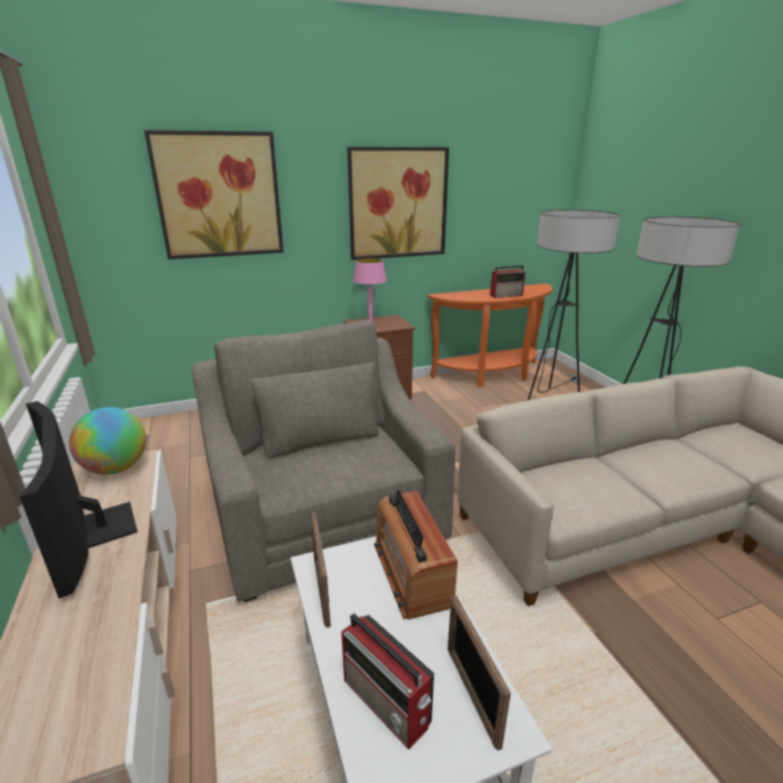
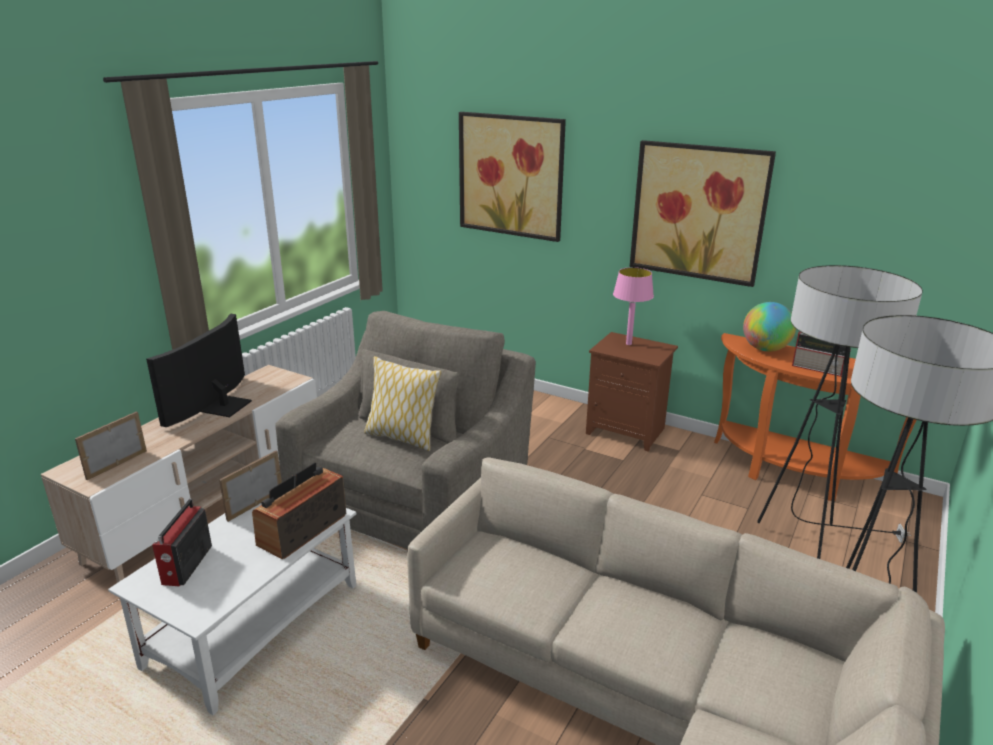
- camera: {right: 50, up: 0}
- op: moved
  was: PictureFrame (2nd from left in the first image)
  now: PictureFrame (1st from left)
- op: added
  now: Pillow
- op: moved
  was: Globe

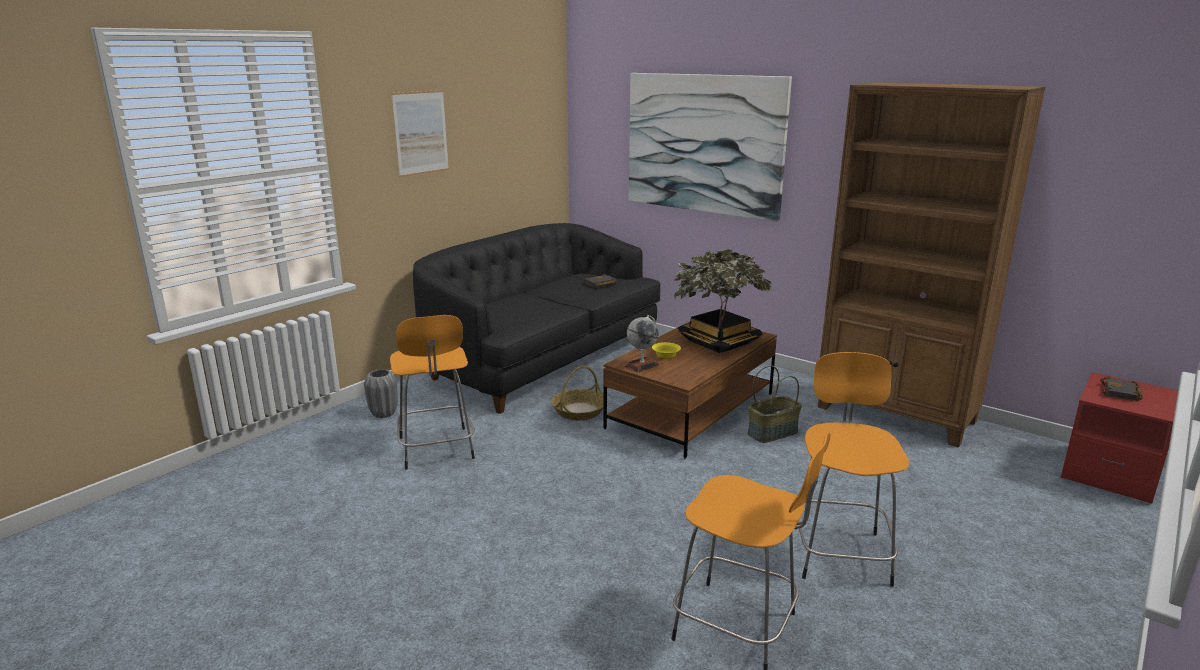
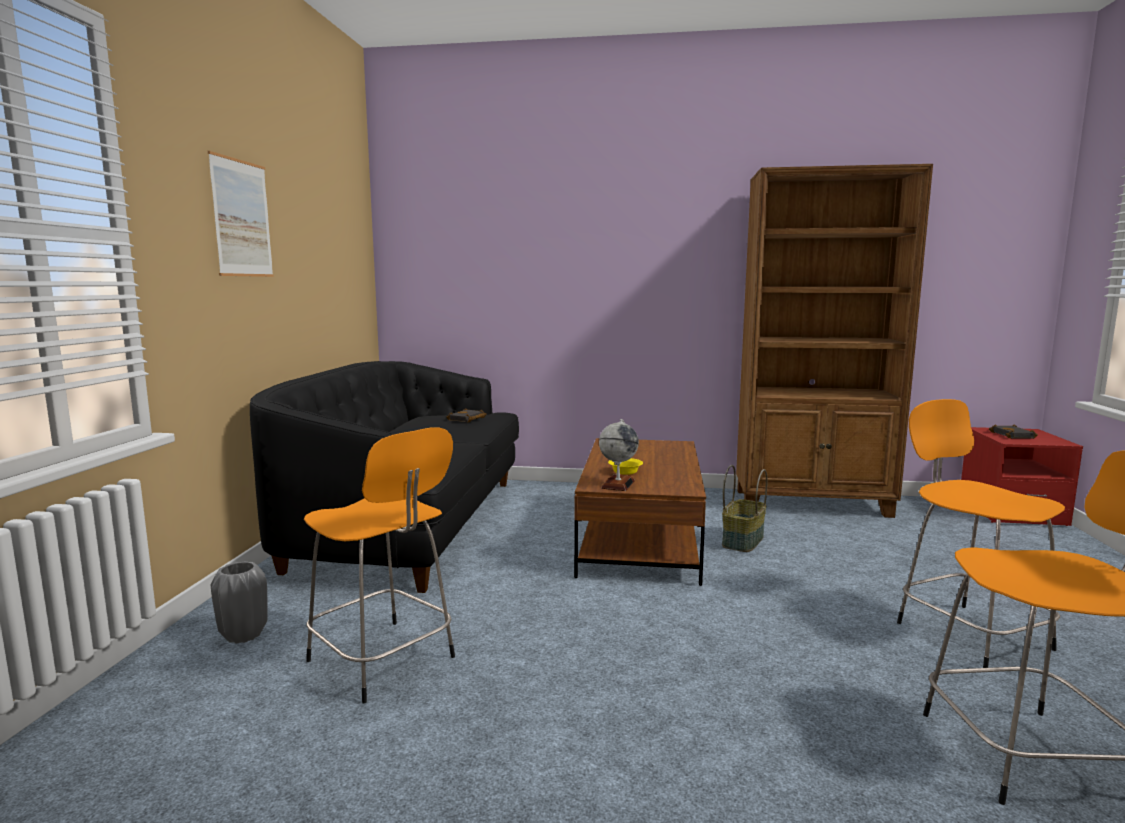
- camera: {right: -30, up: -10}
- op: removed
  was: Basket (1st from left)
- op: removed
  was: Picture (2nd from left)
- op: removed
  was: PottedPlant

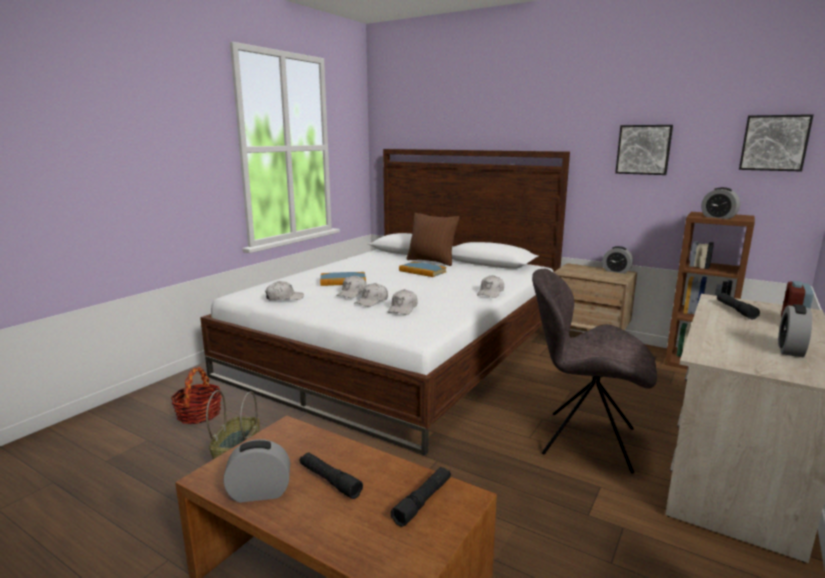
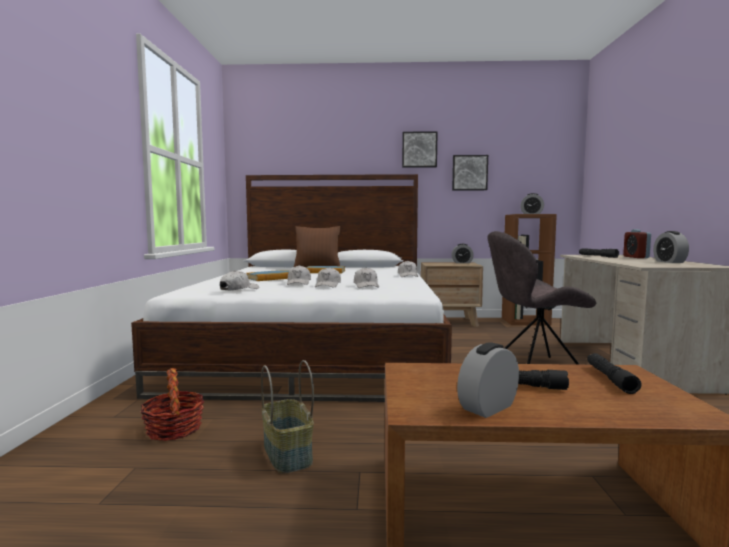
- camera: {right: -30, up: -10}
- op: moved
  was: Picture (2nd from left in the first image)
  now: Picture (1st from left)

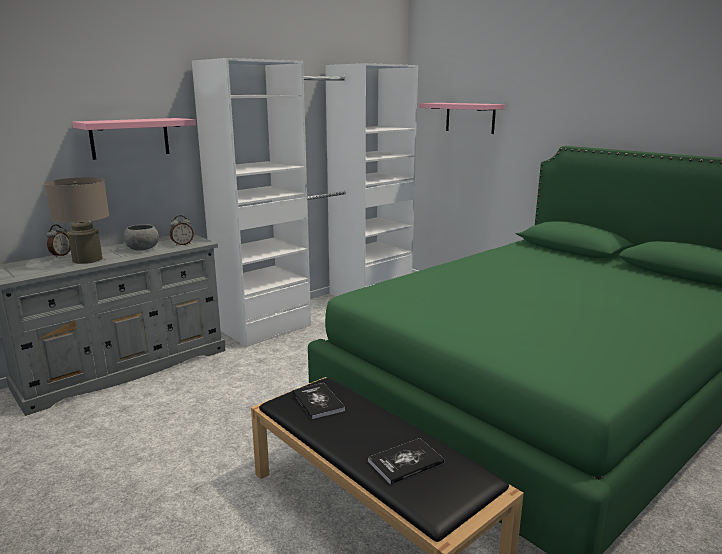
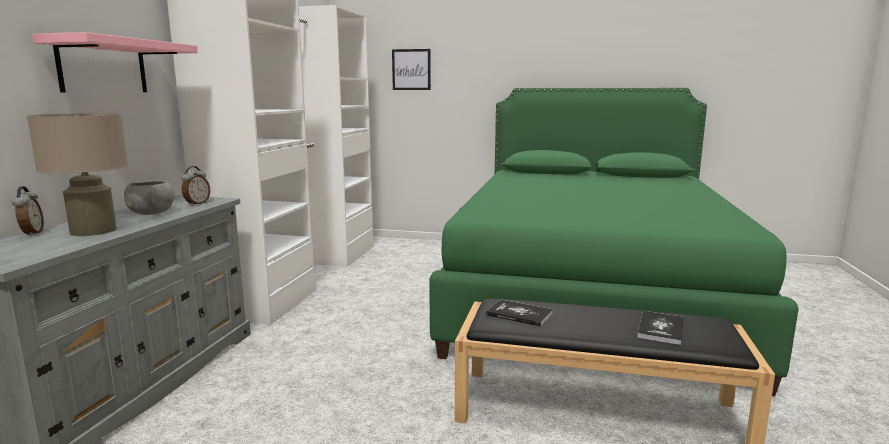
- camera: {right: -35, up: -5}
- op: replaced
  was: PinkShelf (2nd from left)
  now: Picture

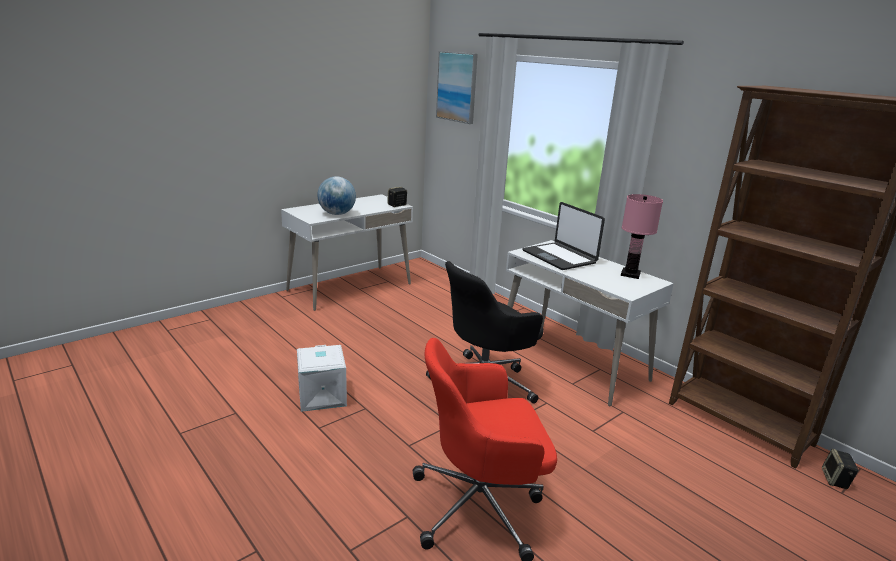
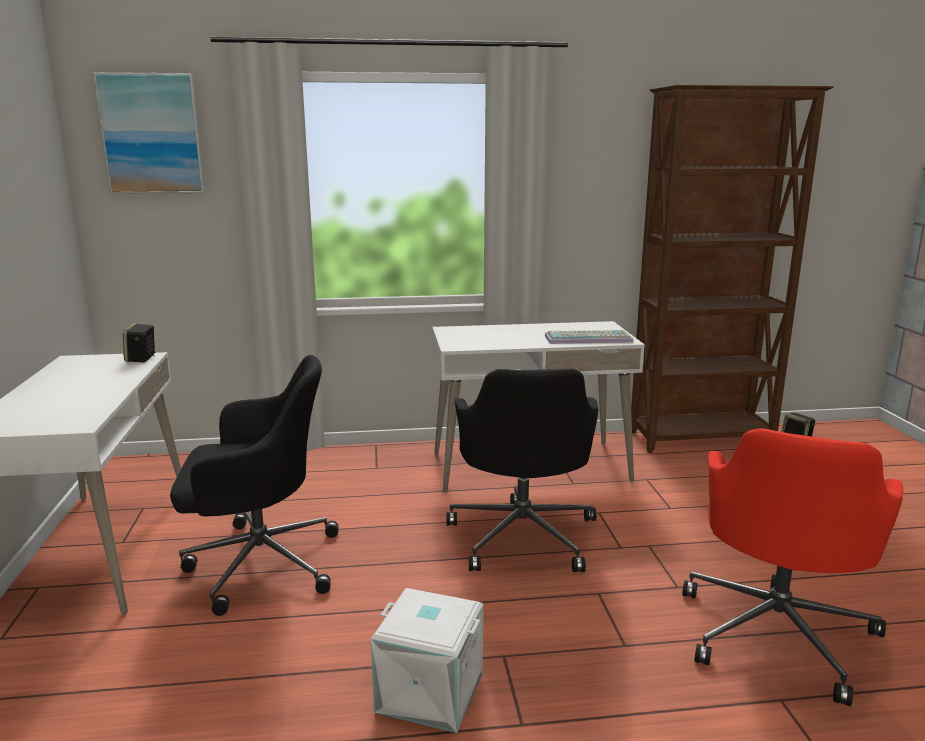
- camera: {right: -55, up: -5}
- op: added
  now: BlackOfficeChair (1st from left)
- op: added
  now: Keyboard
- op: removed
  was: Globe
- op: removed
  was: Laptop
- op: removed
  was: PinkTableLamp

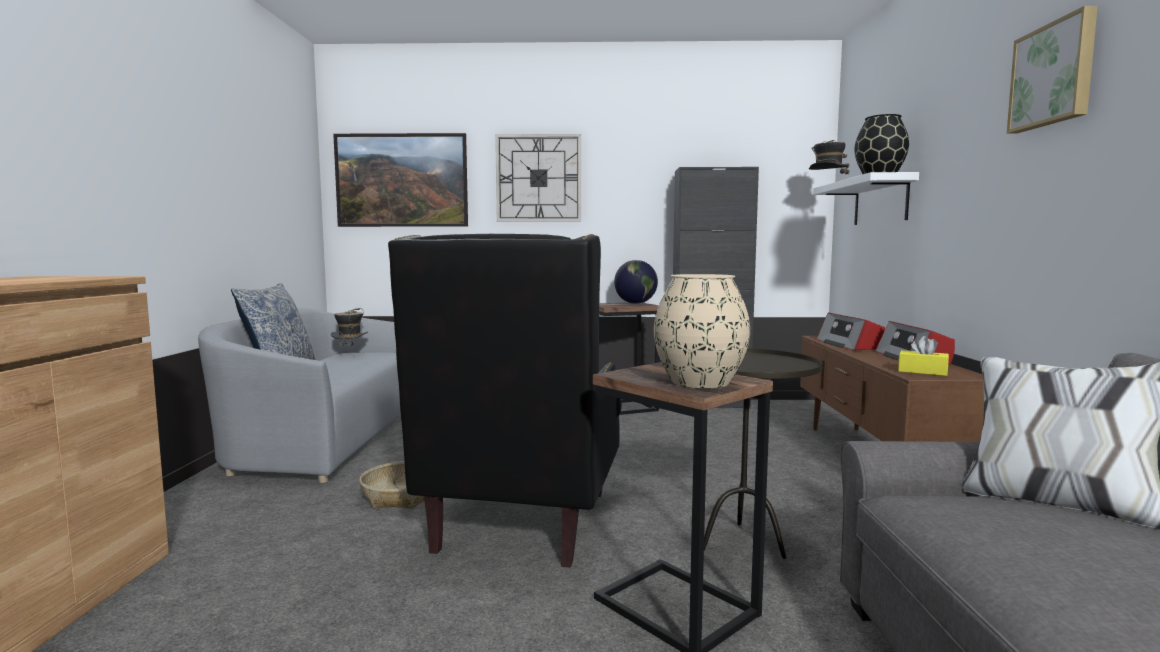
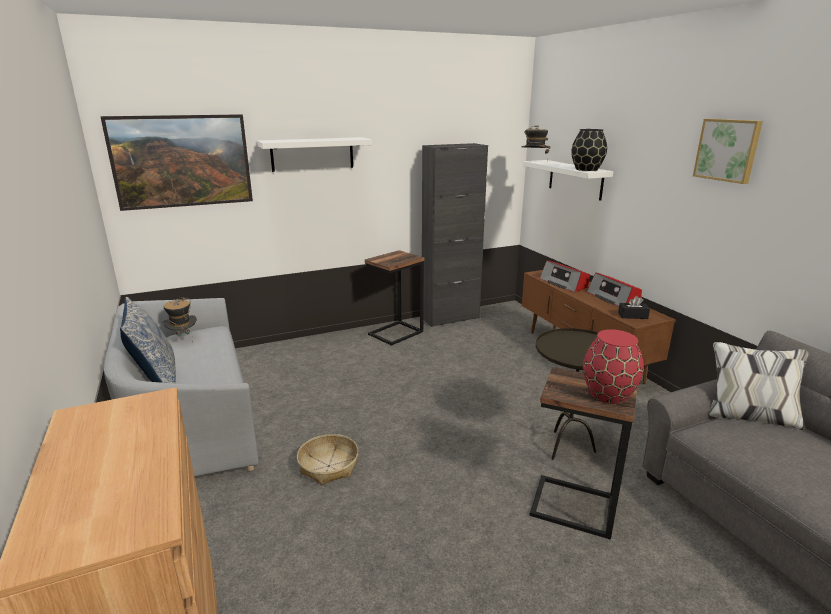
- camera: {right: -25, up: 15}
- op: replaced
  was: WallClock
  now: WhiteShelf (1st from left)
- op: recoloured
  was: BeigeVase
  now: RedVase
- op: recoloured
  was: YellowTissueBox
  now: BlackTissueBox
- op: removed
  was: BlackArmchair
- op: removed
  was: Globe

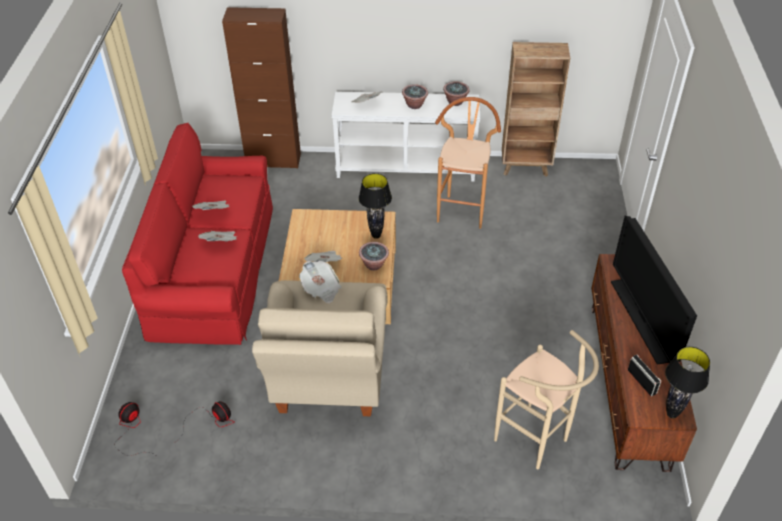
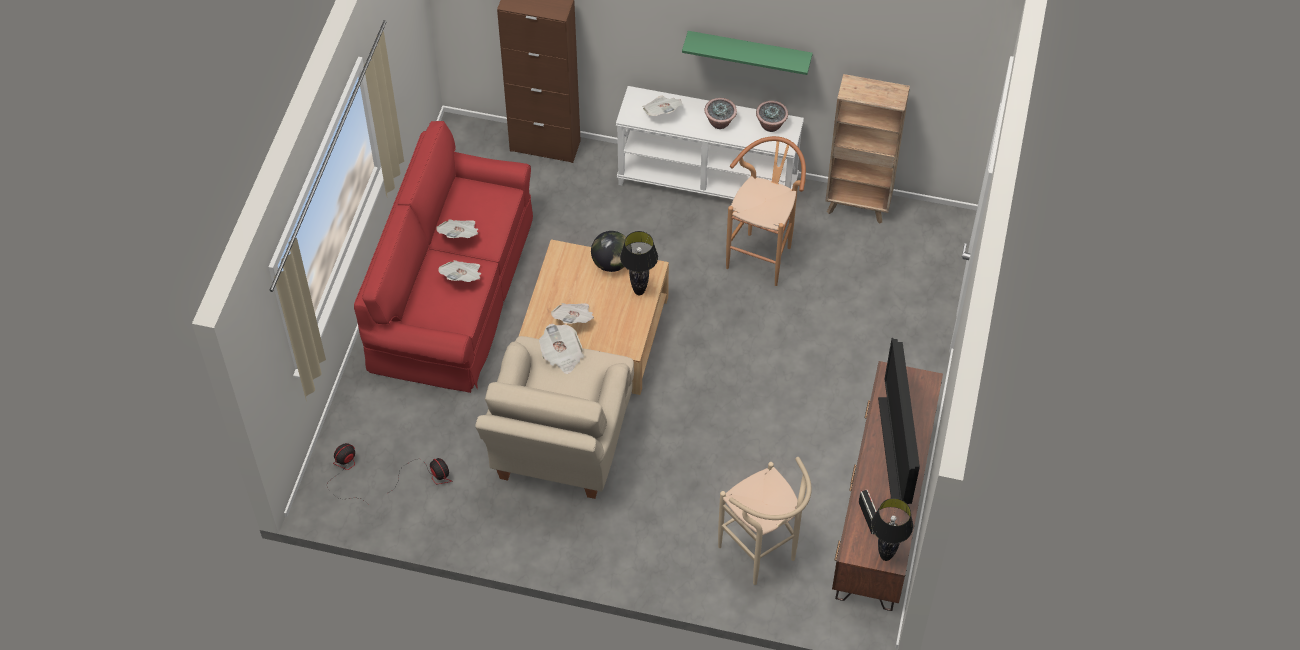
- camera: {right: 10, up: 10}
- op: added
  now: Globe
- op: added
  now: GreenShelf
- op: removed
  was: PottedPlant (1st from left)

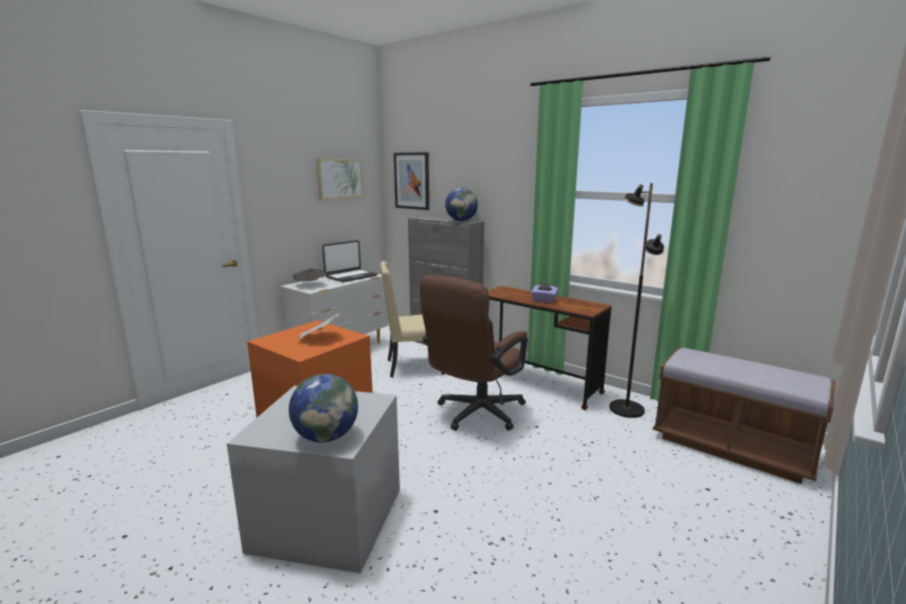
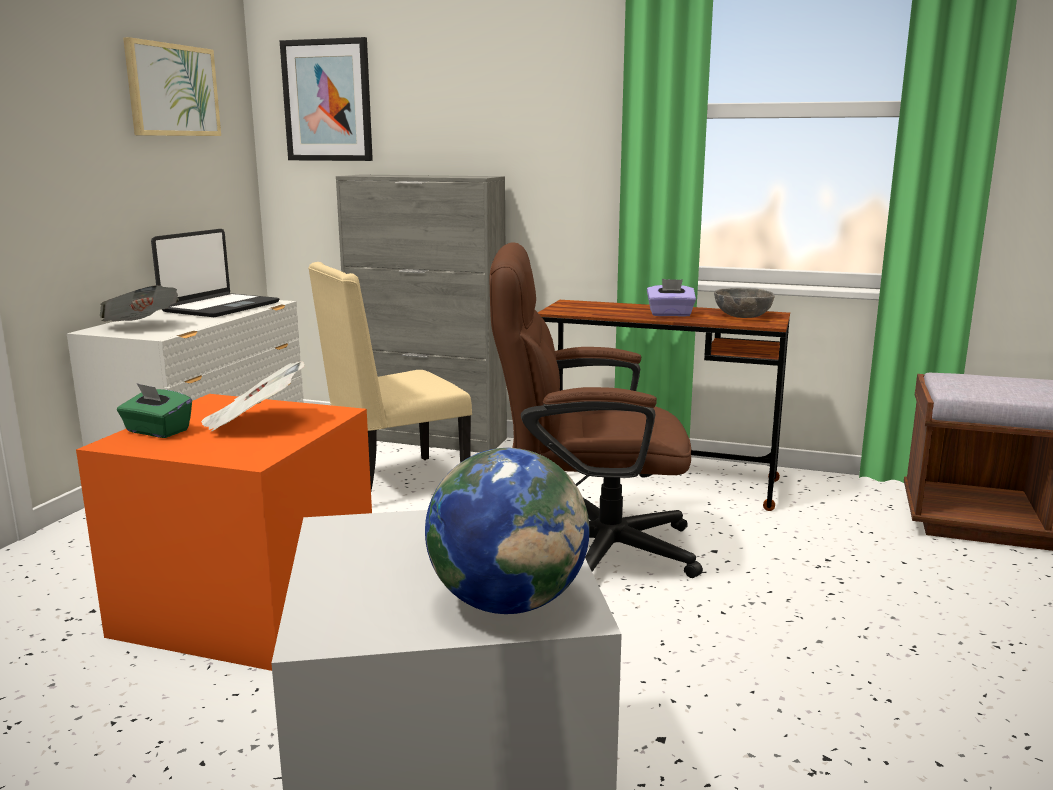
- camera: {right: -20, up: 0}
- op: added
  now: GreenTissueBox
- op: turned
  was: BrownOfficeChair
  clockwise: 75
- op: added
  now: GreyBowl
- op: removed
  was: Globe (2nd from left)
- op: removed
  was: BlackFloorLamp

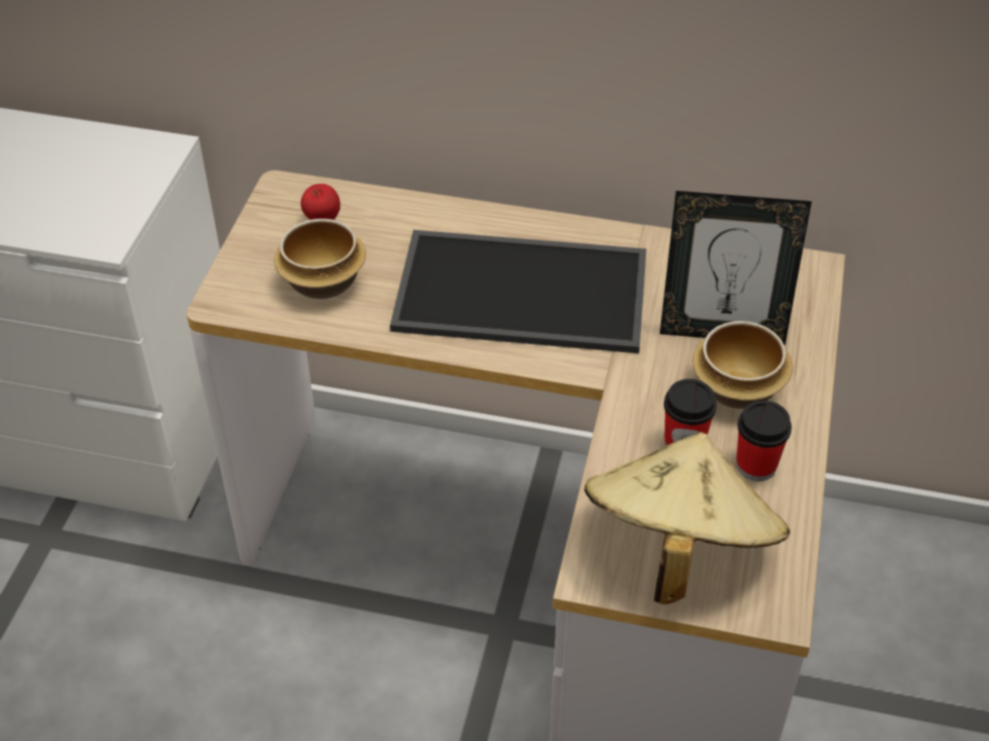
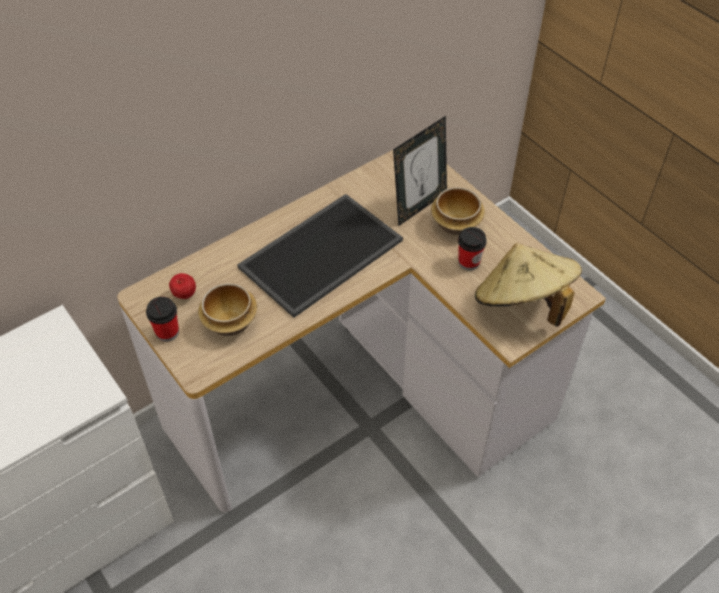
- camera: {right: -50, up: 5}
- op: moved
  was: Cup (2nd from left in the first image)
  now: Cup (1st from left)

